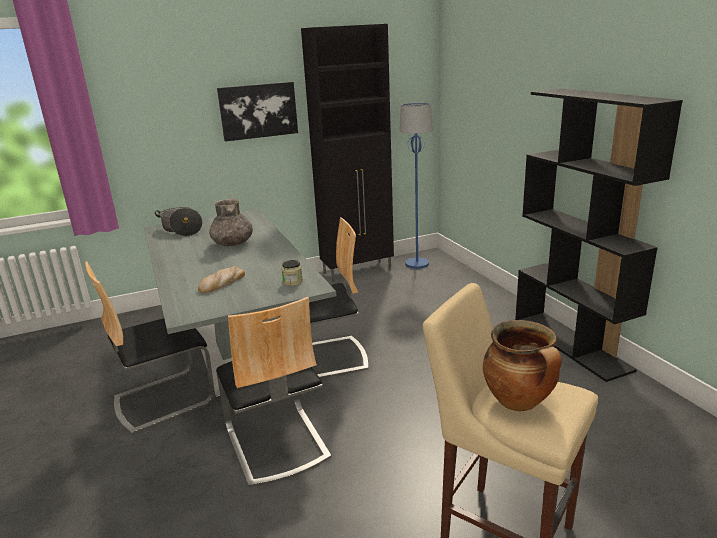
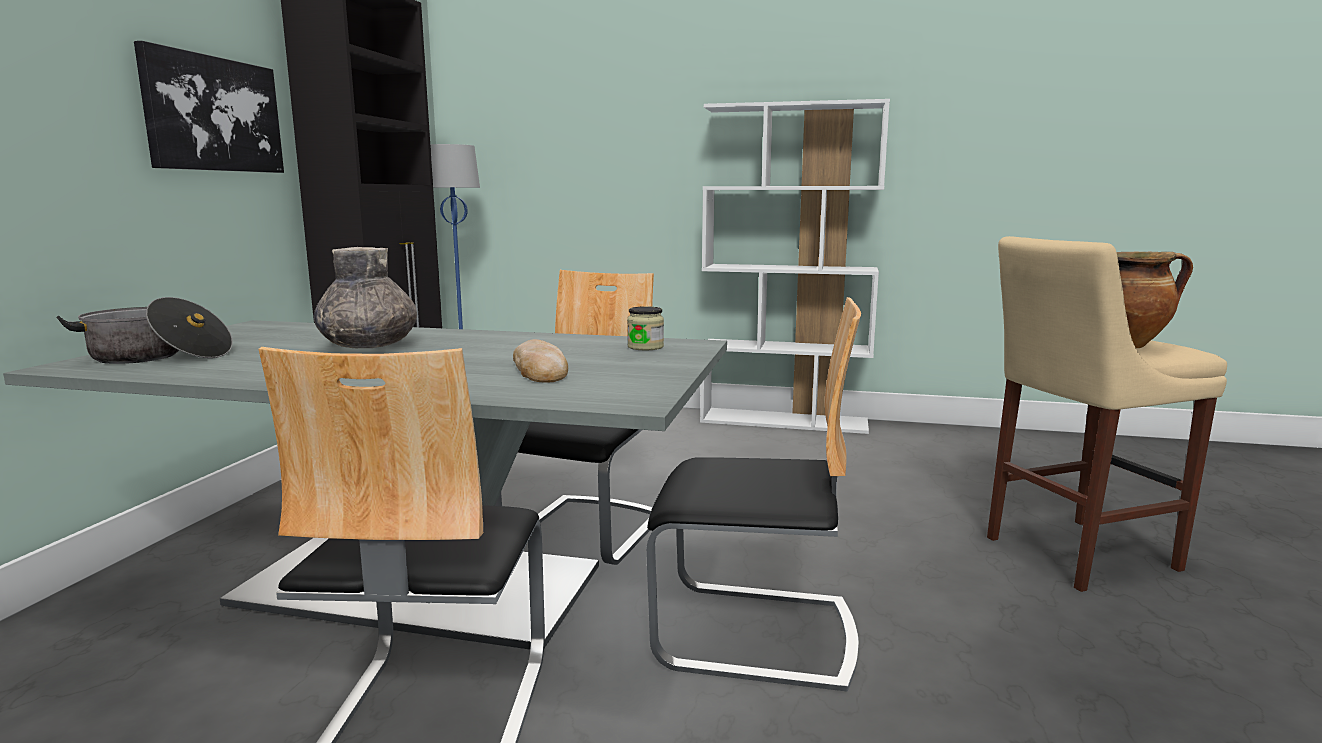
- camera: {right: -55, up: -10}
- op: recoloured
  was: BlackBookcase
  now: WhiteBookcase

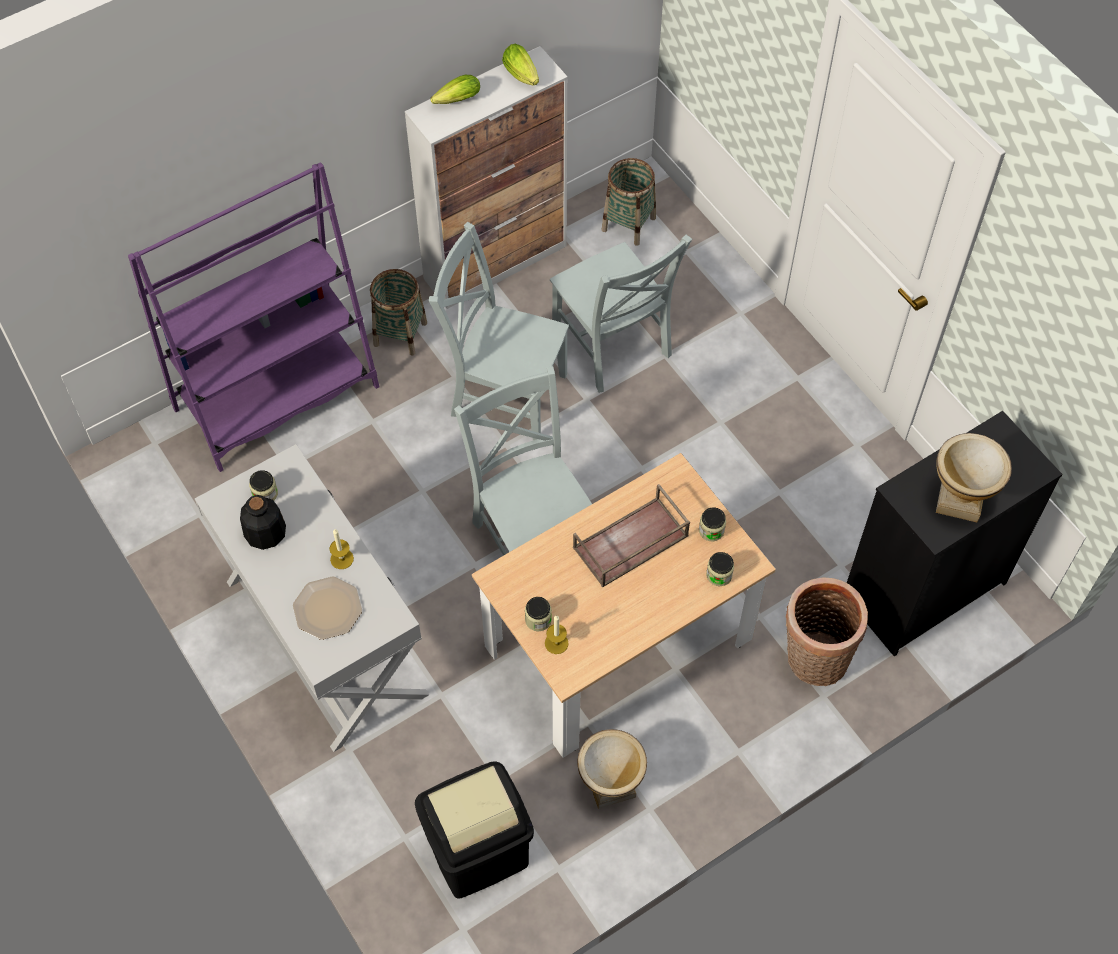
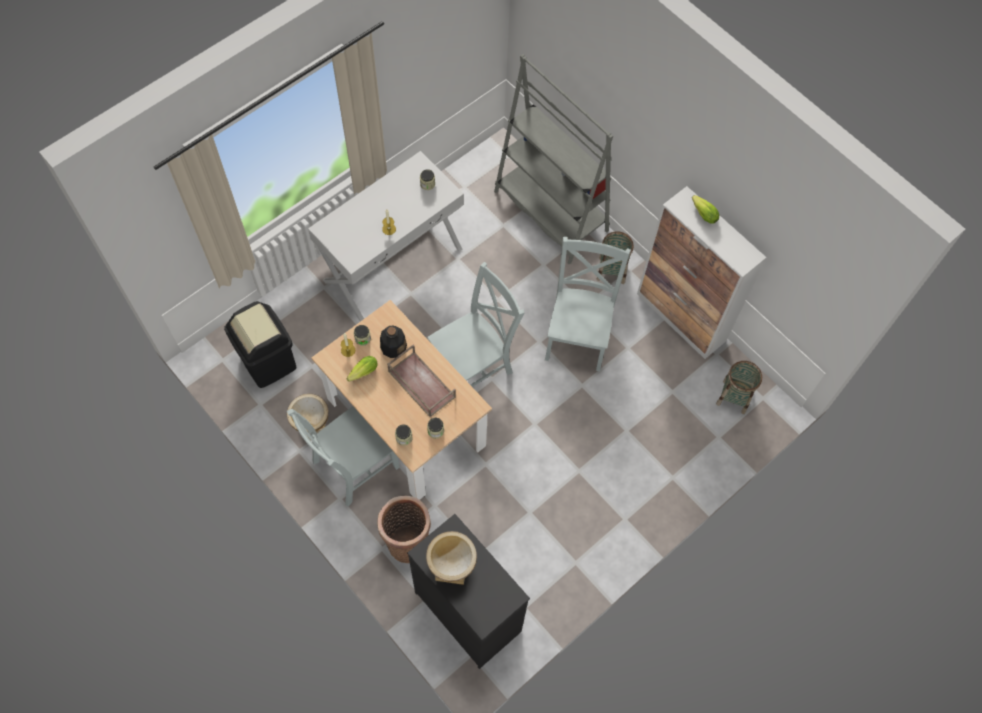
- camera: {right: 80, up: 5}
- op: moved
  was: GreyChair (3rd from left in the first image)
  now: GreyChair (1st from left)
- op: moved
  was: Lettuce (2nd from left in the first image)
  now: Lettuce (1st from left)
- op: moved
  was: Bottle
- op: recoloured
  was: PurpleBookcase
  now: GreyBookcase
- op: removed
  was: Plate

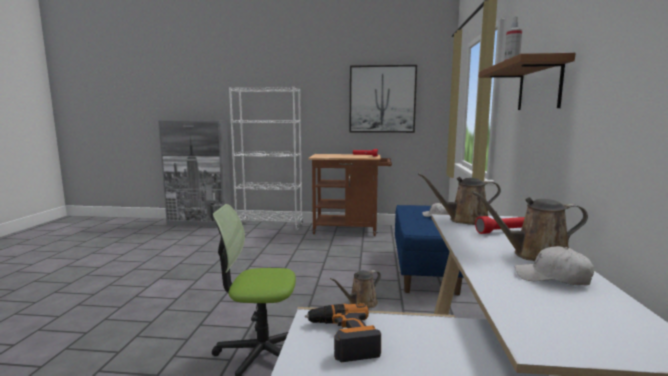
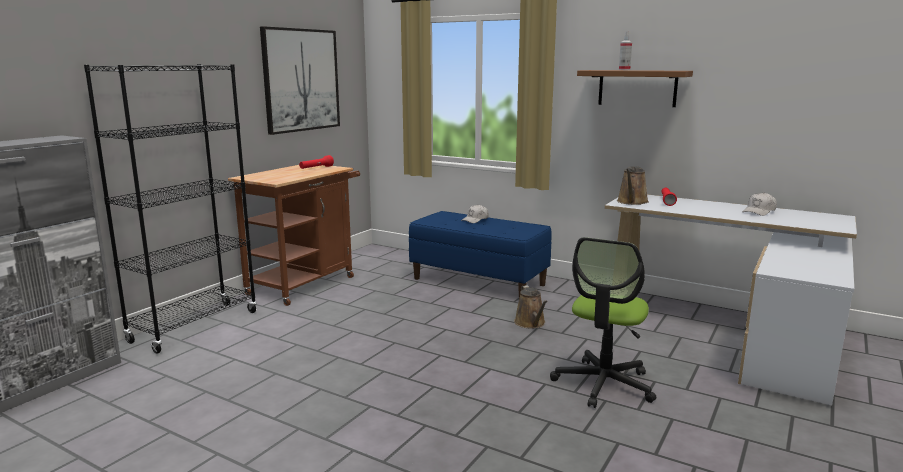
- camera: {right: -65, up: 5}
- op: recoloured
  was: WhiteBookcase
  now: BlackBookcase
- op: removed
  was: PowerDrill
- op: removed
  was: BrownWateringCan (3rd from left)

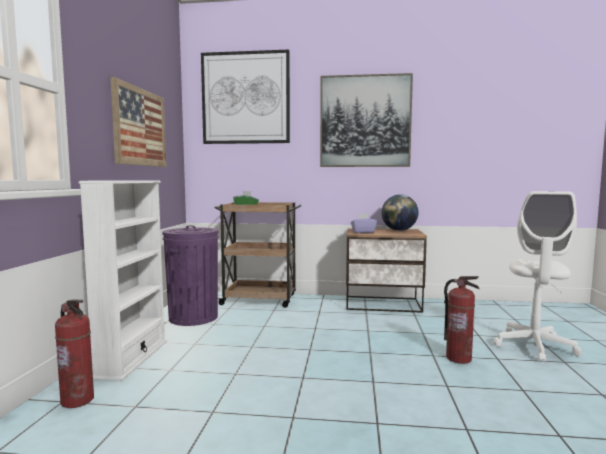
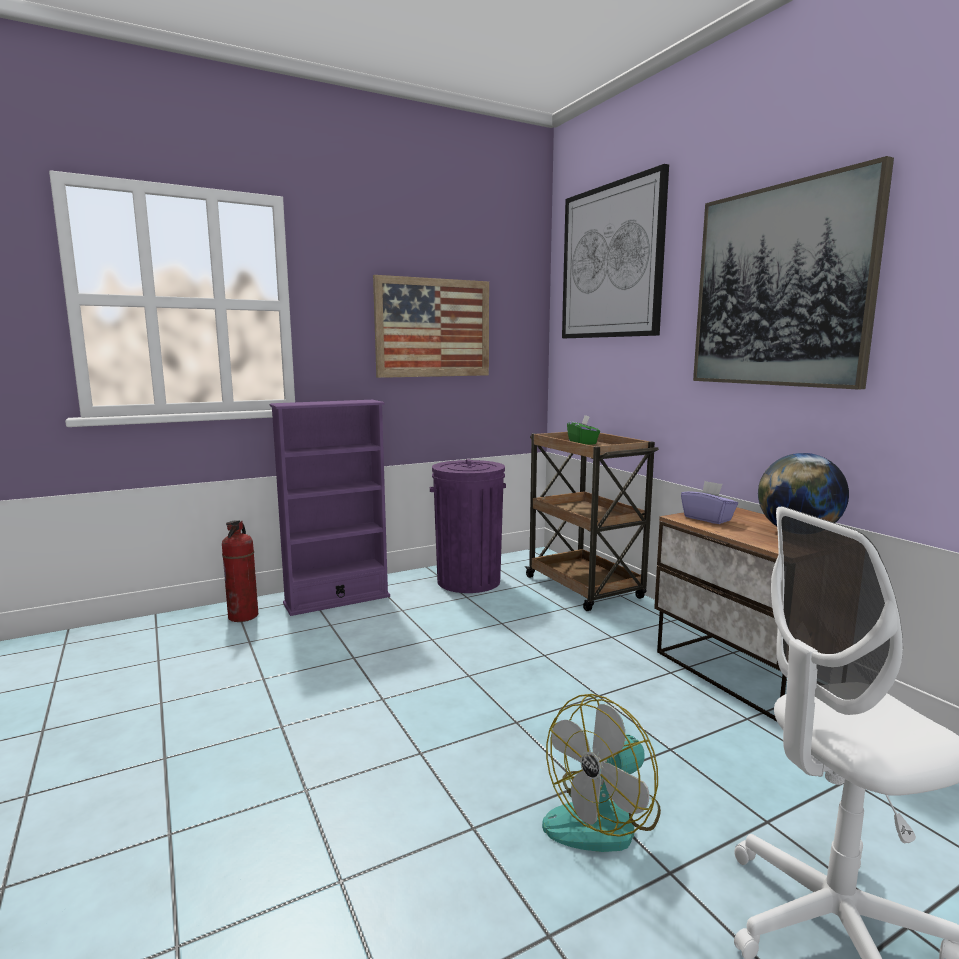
- camera: {right: 55, up: 5}
- op: recoloured
  was: WhiteBookcase
  now: PurpleBookcase
- op: replaced
  was: FireExtinguisher (2nd from left)
  now: Fan

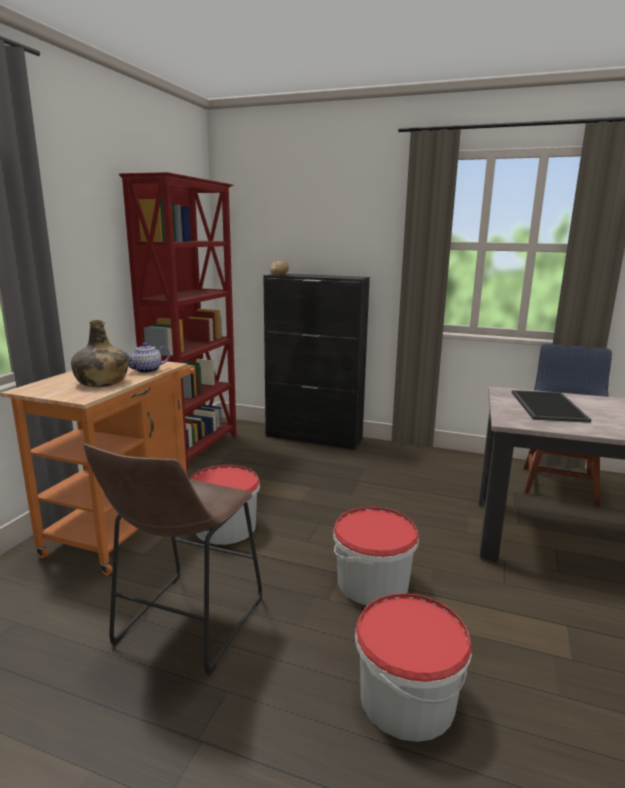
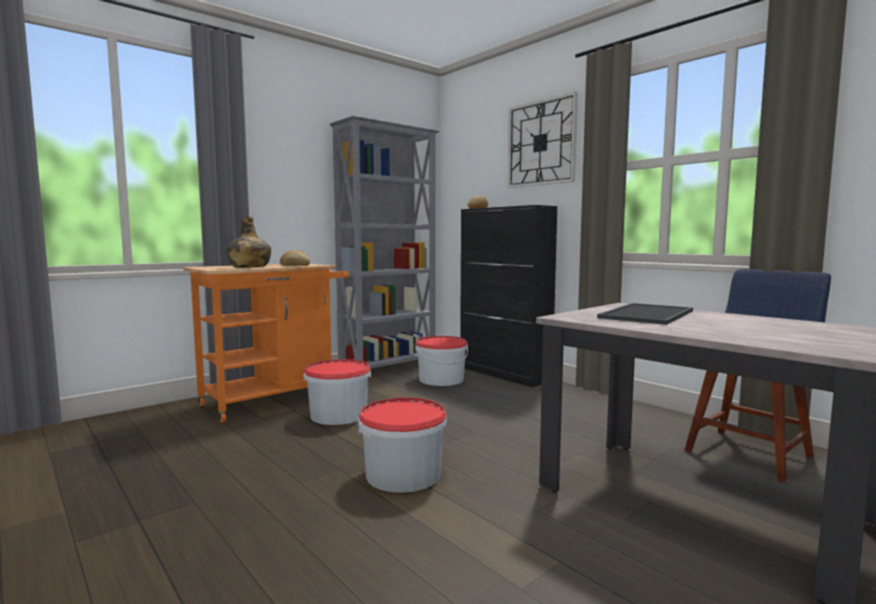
- camera: {right: 30, up: -10}
- op: replaced
  was: Teapot
  now: Bread (1st from left)
- op: recoloured
  was: RedBookcase
  now: GreyBookcase
- op: moved
  was: Bucket (3rd from left)
- op: added
  now: WallClock
- op: removed
  was: BrownStool

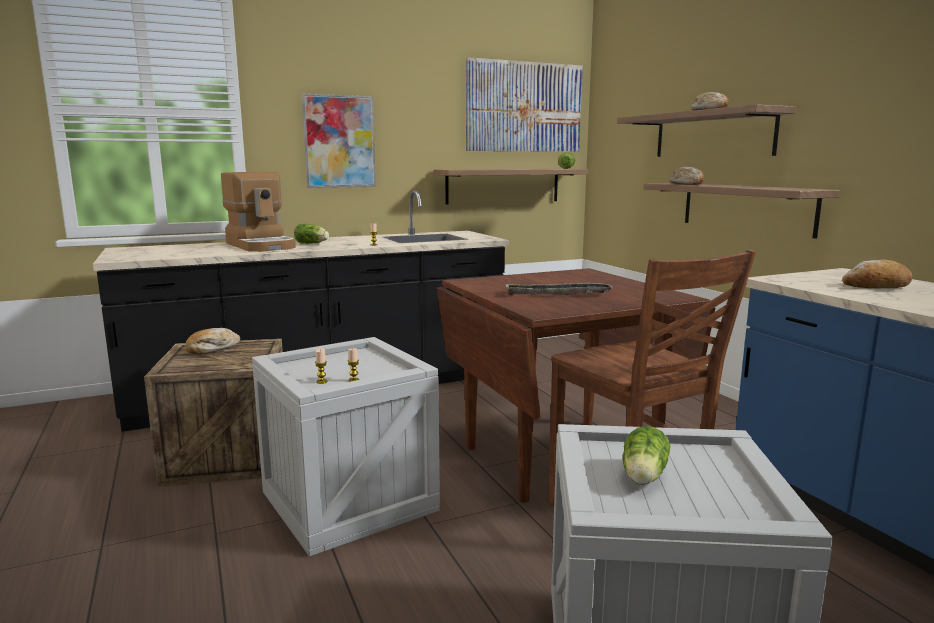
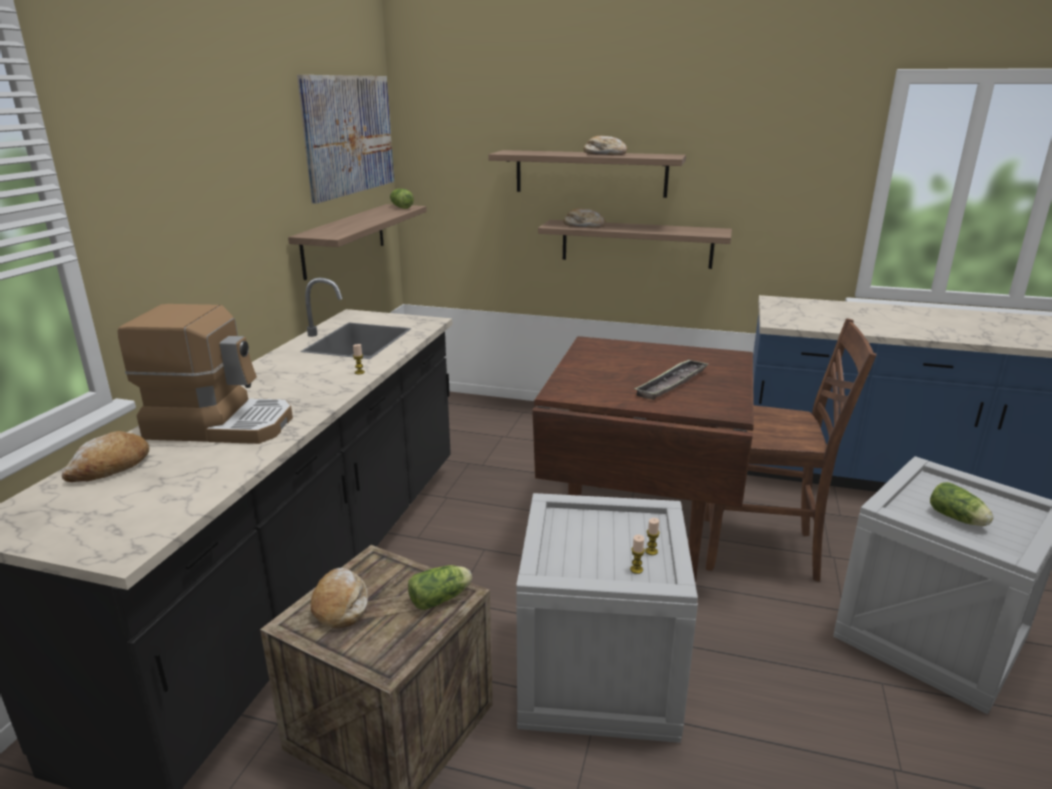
- camera: {right: -50, up: 10}
- op: moved
  was: Bread (4th from left in the first image)
  now: Bread (1st from left)
- op: moved
  was: Lettuce (1st from left in the first image)
  now: Lettuce (2nd from left)
- op: removed
  was: Picture (1st from left)

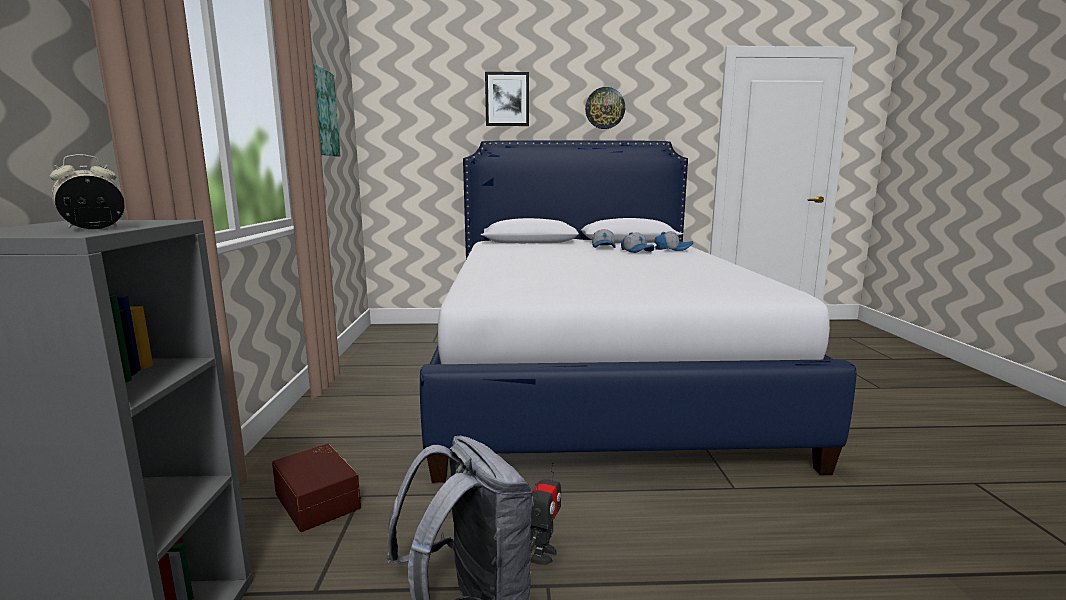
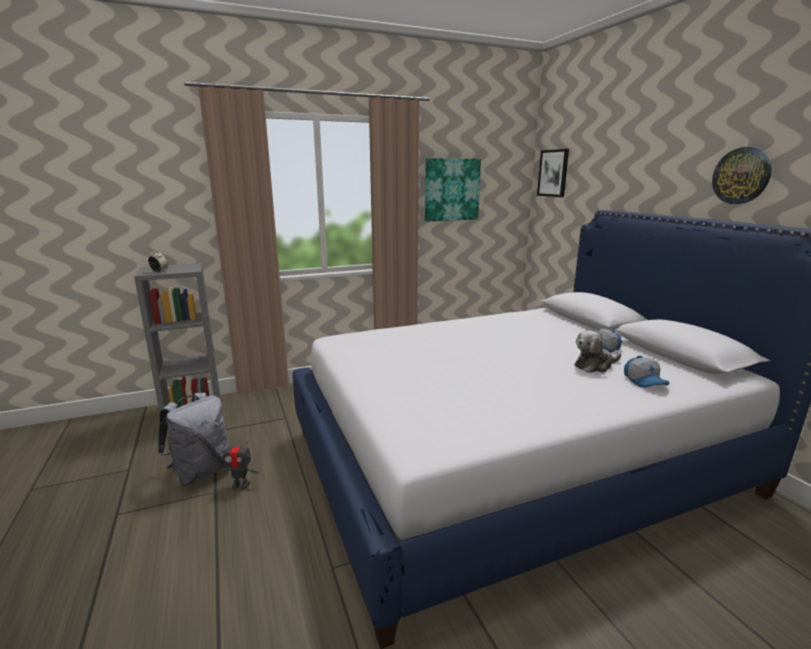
- camera: {right: 70, up: 5}
- op: moved
  was: Picture (2nd from left)
- op: replaced
  was: Cap (2nd from left)
  now: PlushToy
- op: removed
  was: BrownStorageBox

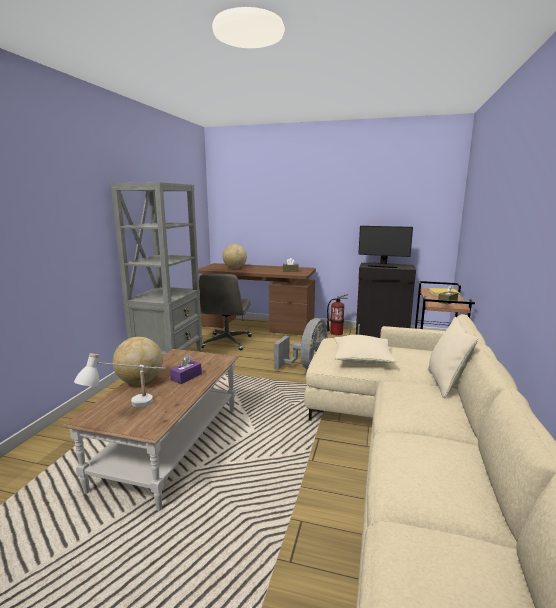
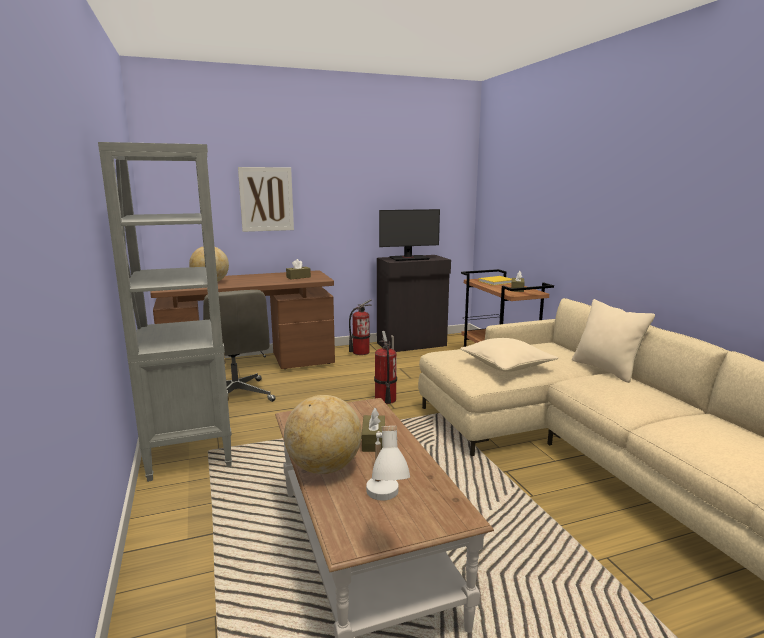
- camera: {right: -35, up: 0}
- op: added
  now: Picture
- op: recoloured
  was: PurpleTissueBox
  now: BrownTissueBox (2nd from left)
- op: replaced
  was: GreyFan
  now: FireExtinguisher (2nd from left)

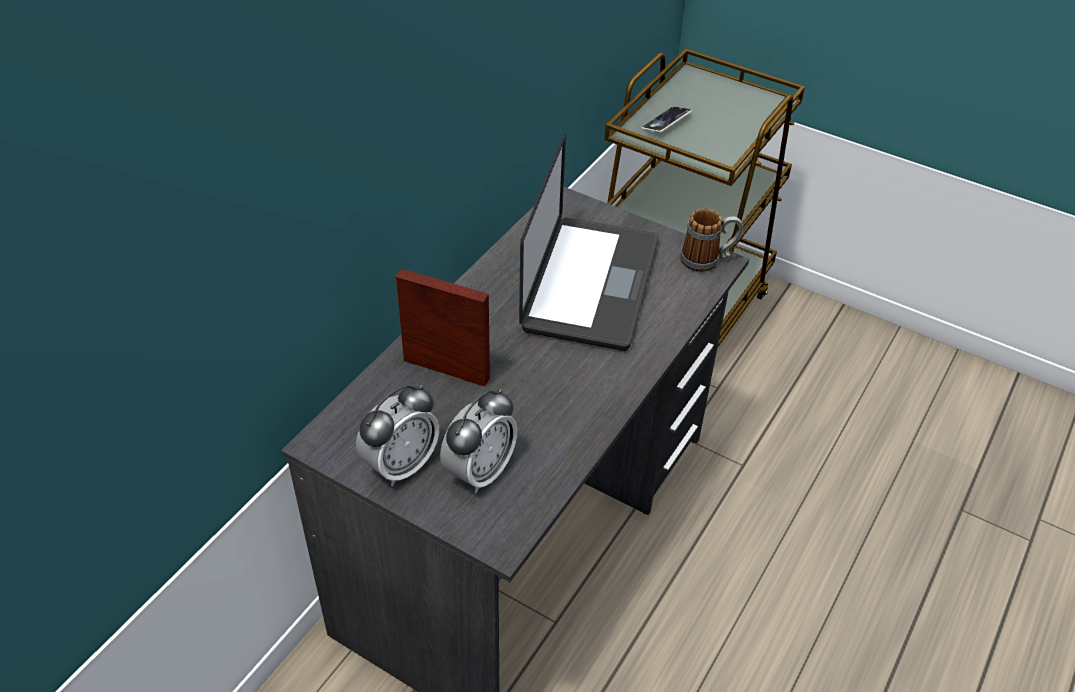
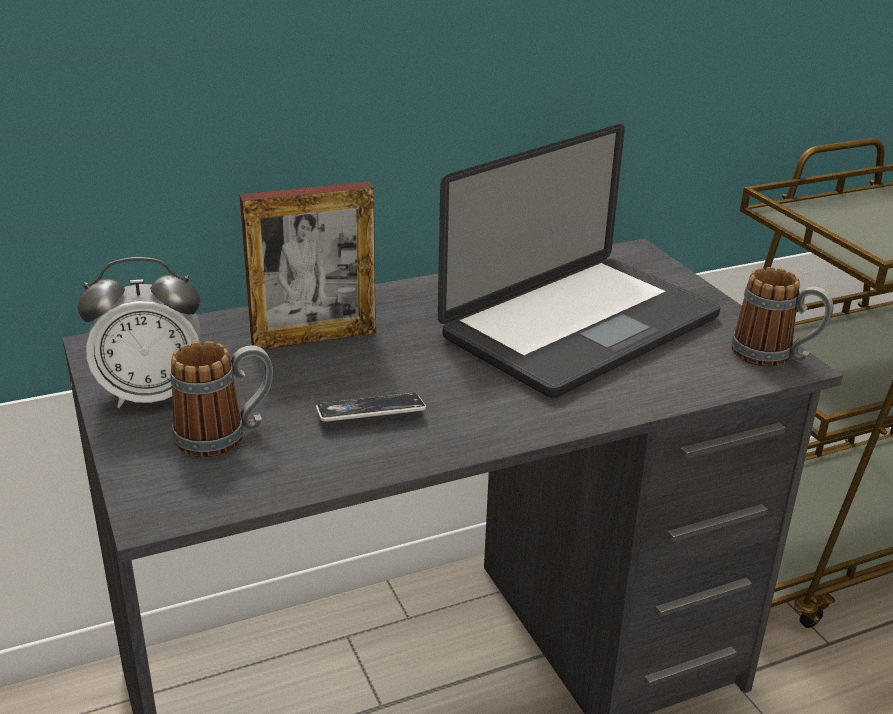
- camera: {right: 35, up: -15}
- op: replaced
  was: AlarmClock (2nd from left)
  now: Mug (1st from left)
- op: turned
  was: PictureFrame
  clockwise: 105
- op: moved
  was: Phone

